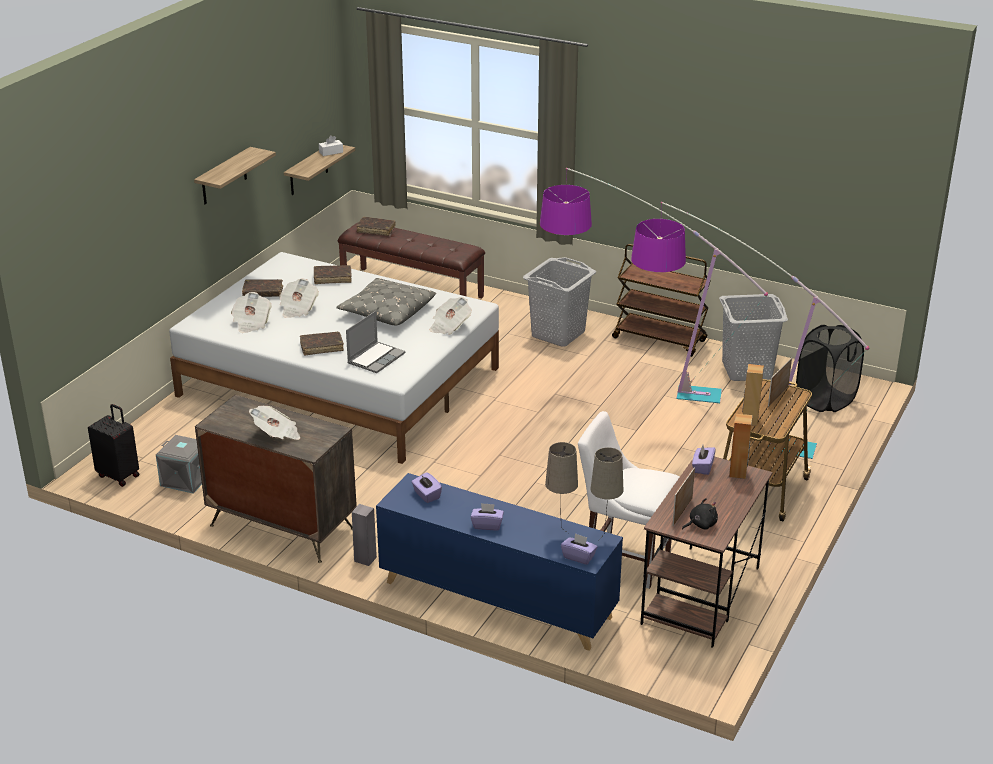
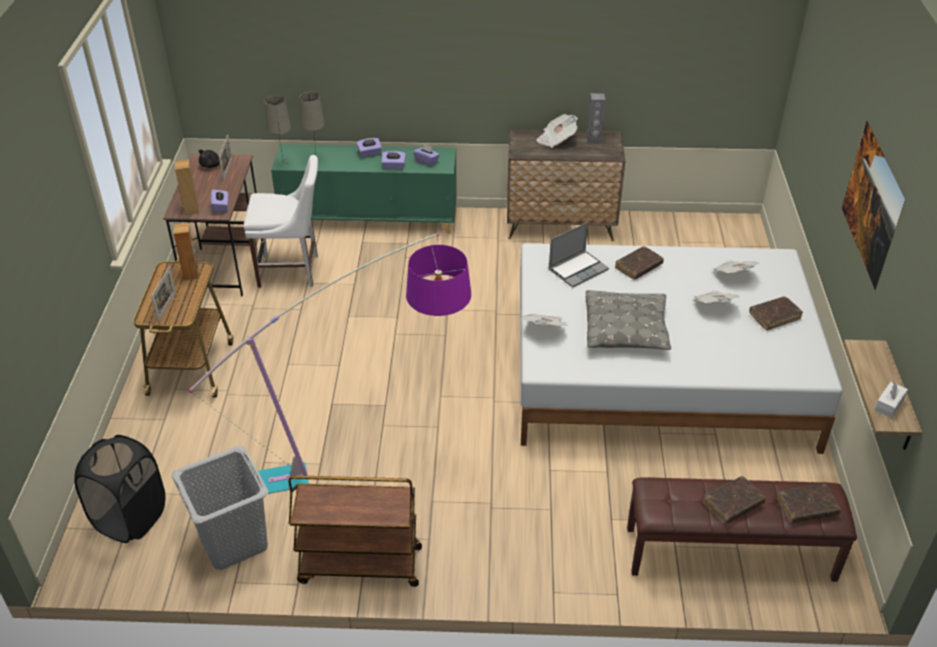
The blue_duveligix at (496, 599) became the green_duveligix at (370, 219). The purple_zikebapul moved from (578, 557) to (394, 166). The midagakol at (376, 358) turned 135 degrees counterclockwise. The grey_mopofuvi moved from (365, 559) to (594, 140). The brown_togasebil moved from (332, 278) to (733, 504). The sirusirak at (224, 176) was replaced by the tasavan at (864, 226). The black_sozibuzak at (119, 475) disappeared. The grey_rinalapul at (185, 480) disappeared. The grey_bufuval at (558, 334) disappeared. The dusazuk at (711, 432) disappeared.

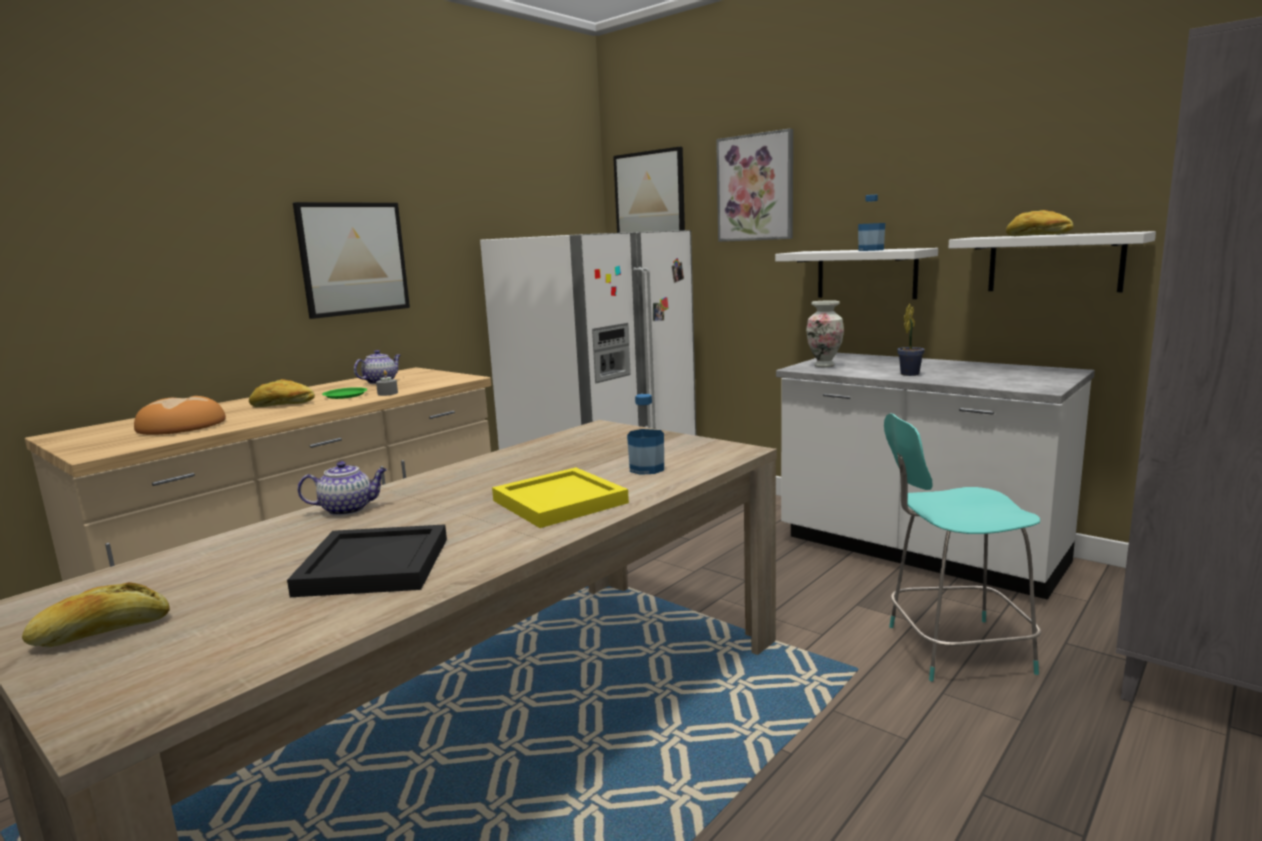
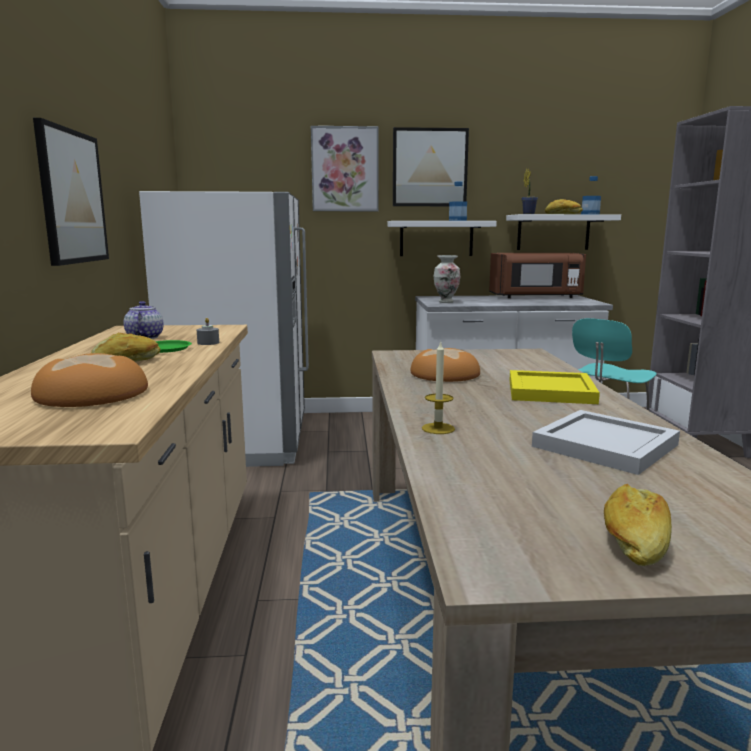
The tasavan moved from (649, 196) to (429, 167). The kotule at (445, 374) appeared. The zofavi at (348, 509) was replaced by the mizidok at (438, 428). The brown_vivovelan at (536, 297) appeared. The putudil moved from (910, 374) to (528, 214). The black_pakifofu at (373, 565) became the white_pakifofu at (602, 445). The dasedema moved from (647, 469) to (590, 214).

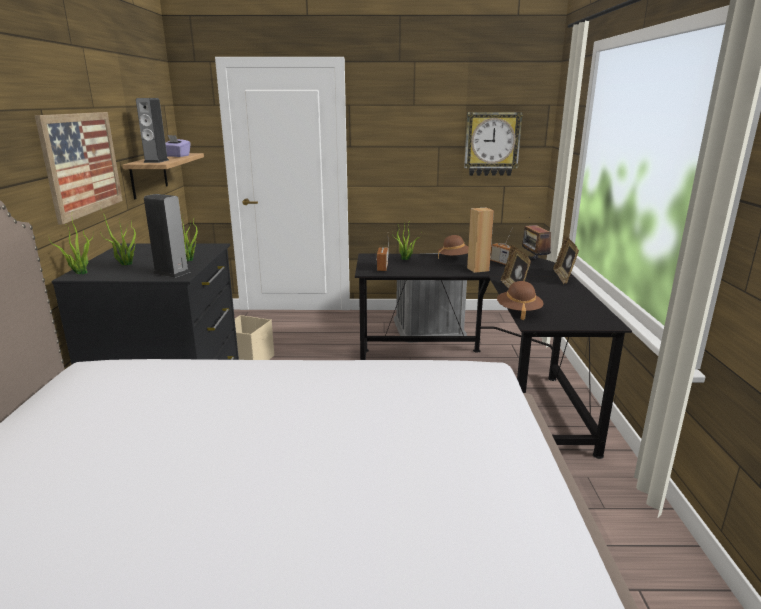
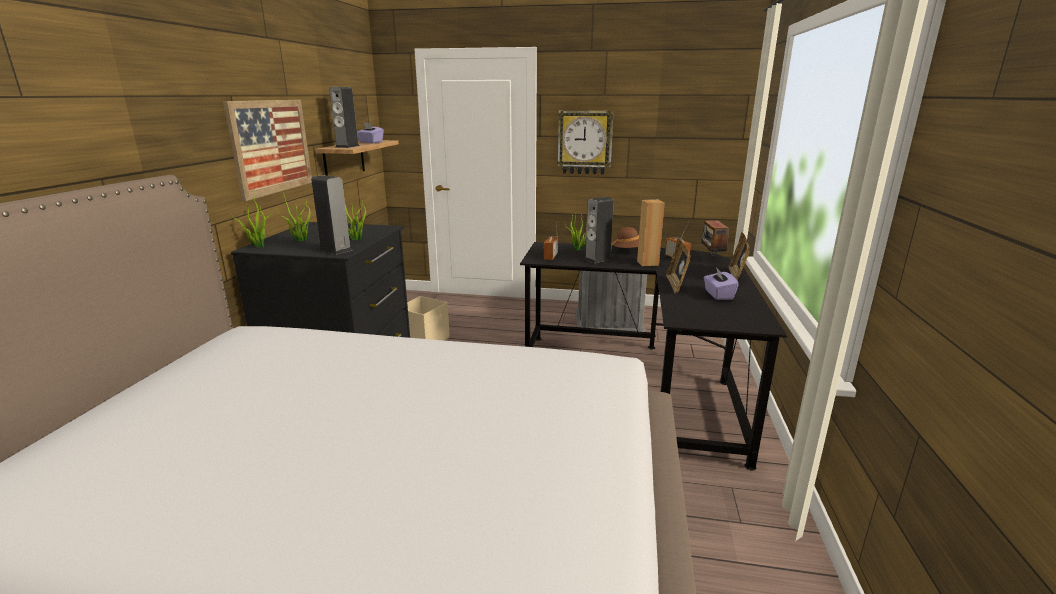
The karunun moved from (491, 144) to (585, 142). The mopofuvi at (597, 259) appeared. The purple_zikebapul at (718, 295) appeared. The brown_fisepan at (518, 311) disappeared.

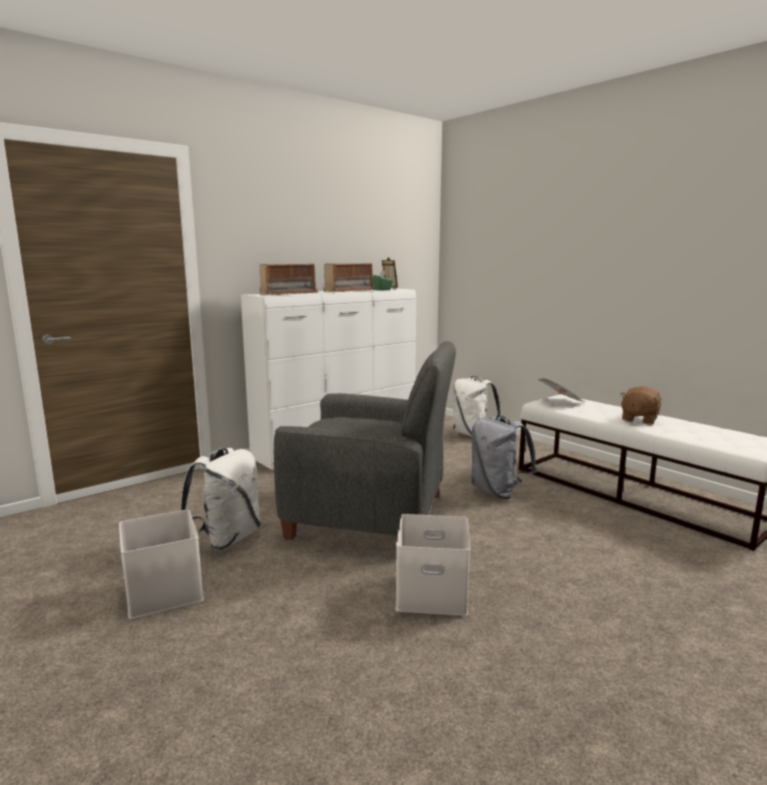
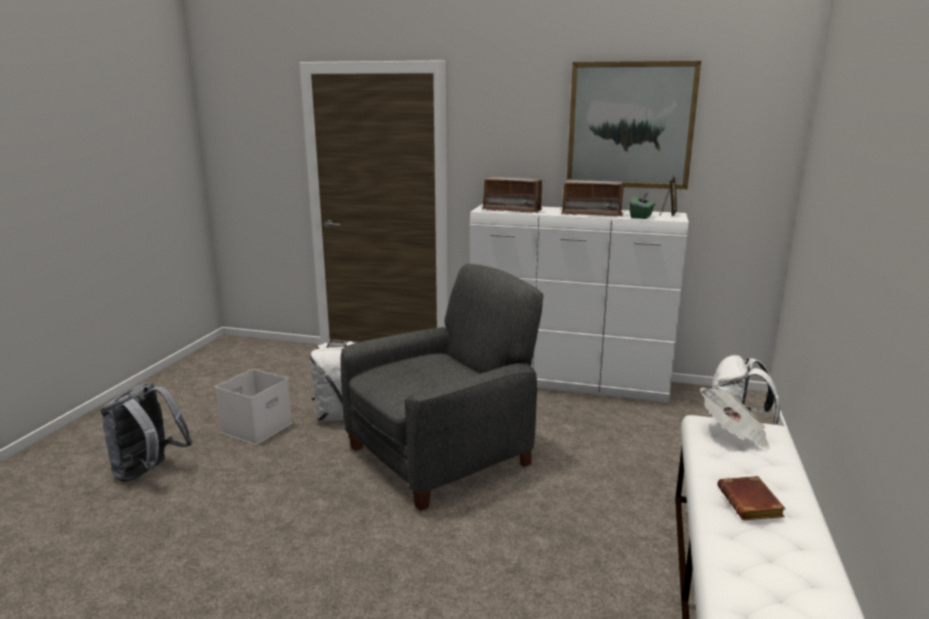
The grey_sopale moved from (498, 492) to (149, 472). The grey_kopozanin at (370, 516) turned 105 degrees counterclockwise. The tasavan at (630, 125) appeared. The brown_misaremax at (639, 419) was replaced by the brown_togasebil at (752, 504). The white_rinalapul at (433, 592) disappeared.

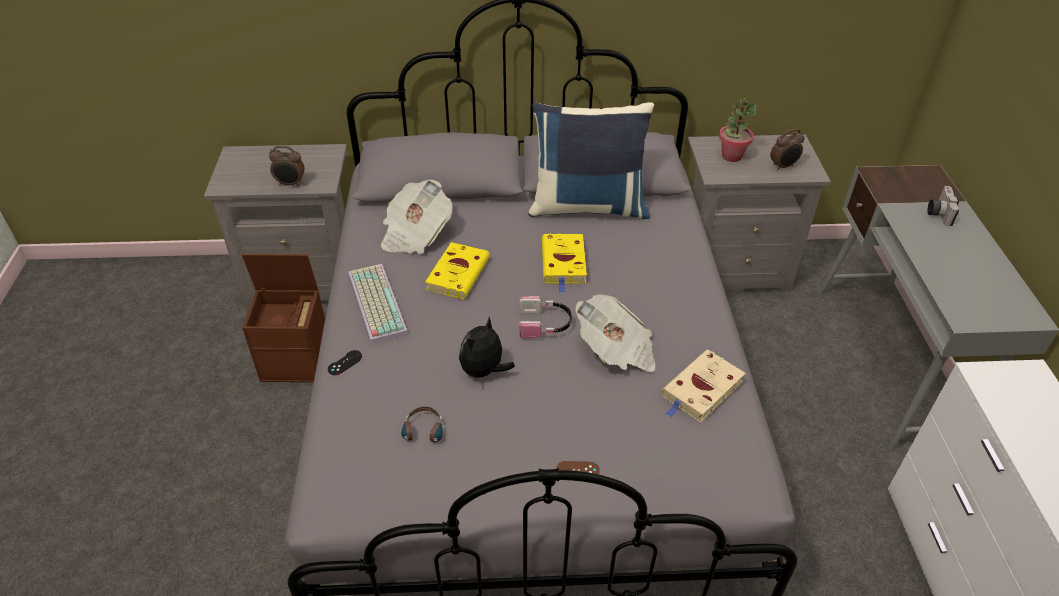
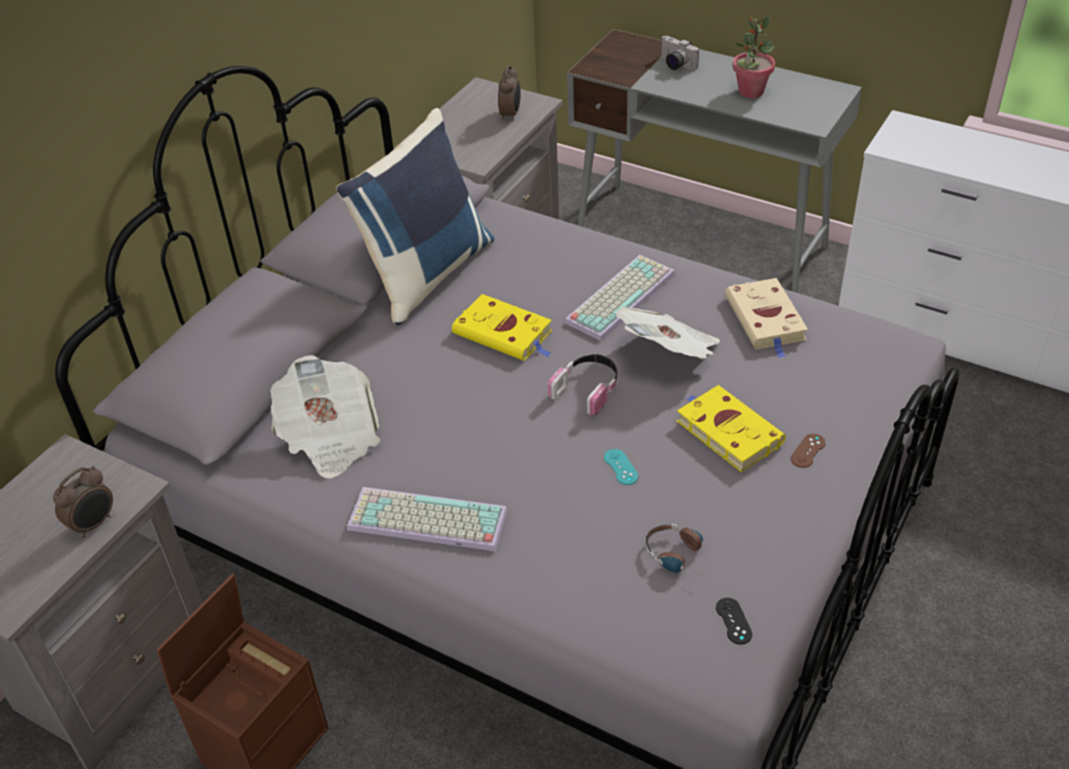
The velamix at (619, 296) appeared. The misaremax at (484, 371) was replaced by the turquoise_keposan at (620, 467). The yellow_togasebil moved from (458, 273) to (726, 431). The black_keposan moved from (345, 363) to (733, 621). The putudil moved from (731, 156) to (750, 91).

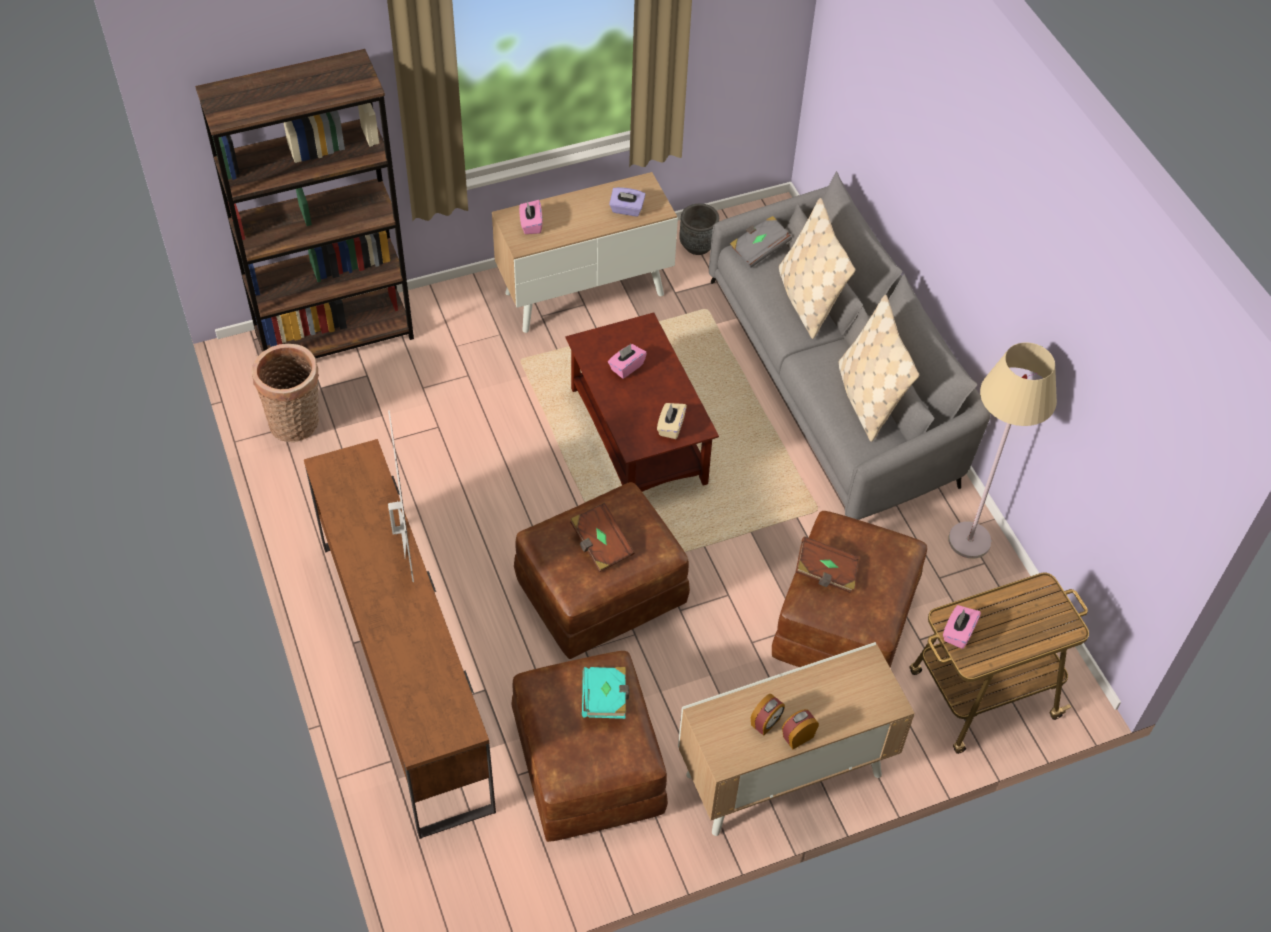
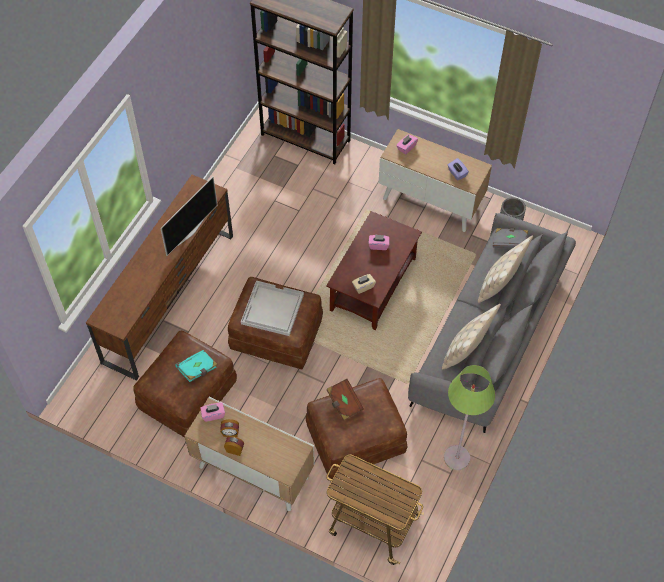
The pink_zikebapul moved from (958, 633) to (213, 414). The brown_togasebil at (600, 545) was replaced by the white_pakifofu at (272, 309). The beige_dusazuk at (969, 541) became the green_dusazuk at (457, 458). The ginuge at (297, 424) disappeared.

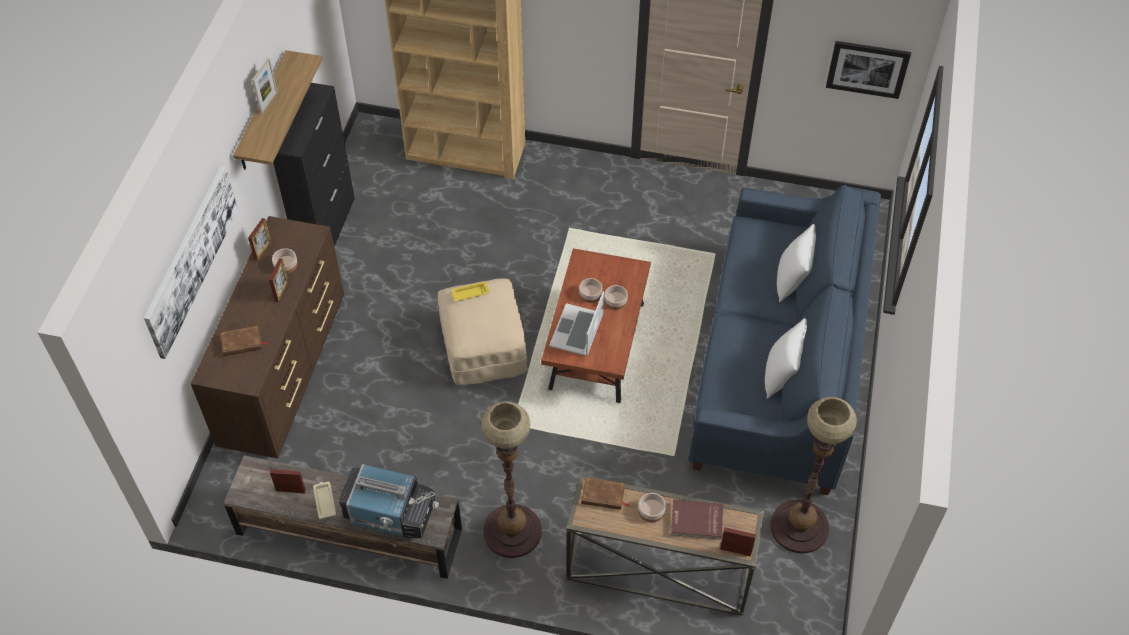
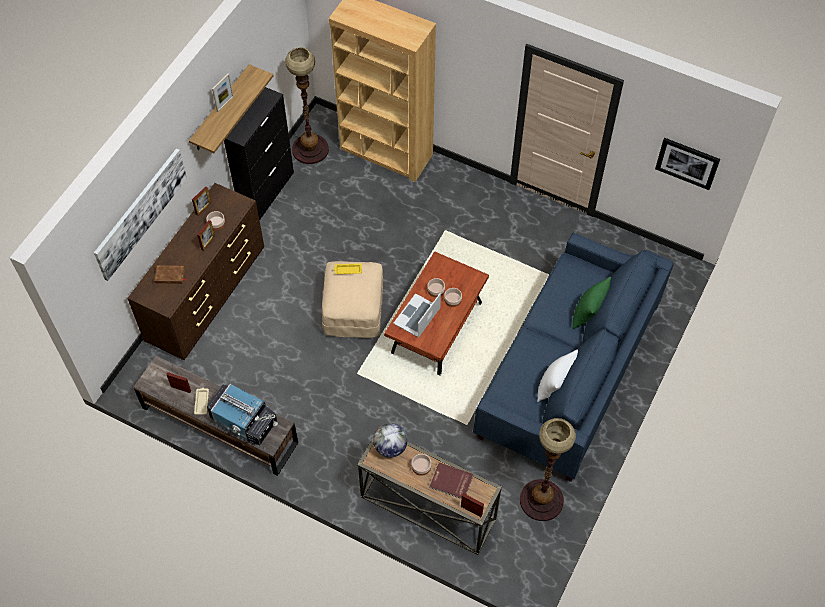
The dusazuk moved from (512, 531) to (310, 149). The brown_togasebil at (603, 496) was replaced by the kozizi at (390, 447). The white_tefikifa at (792, 280) became the green_tefikifa at (588, 314).

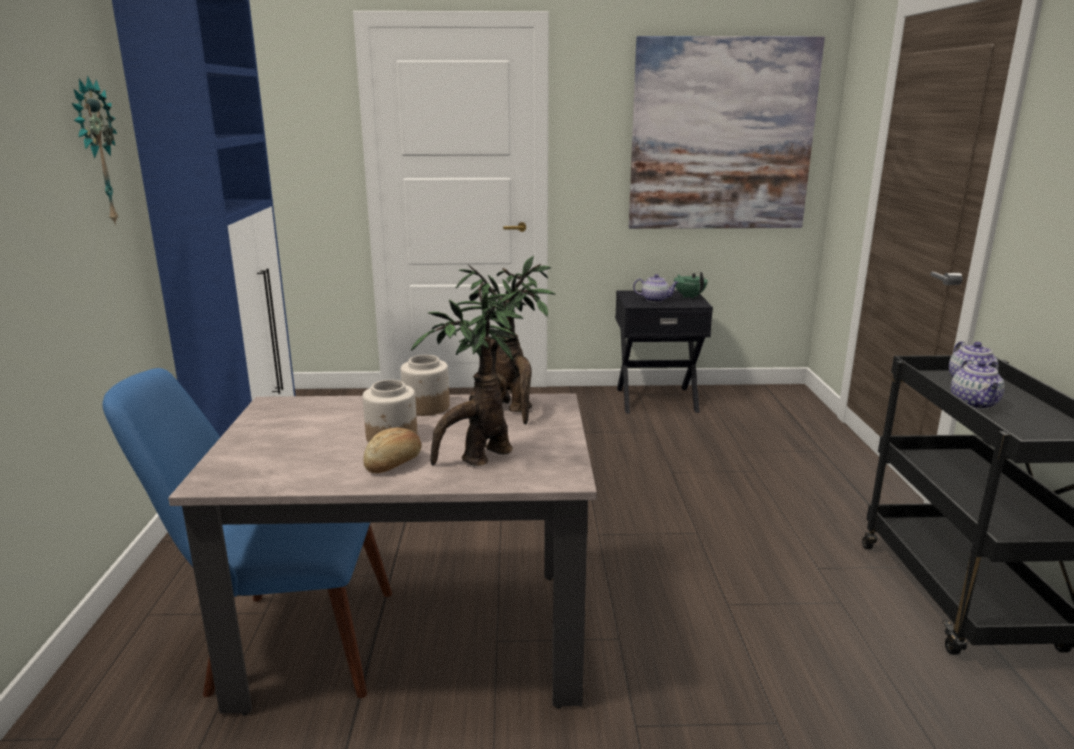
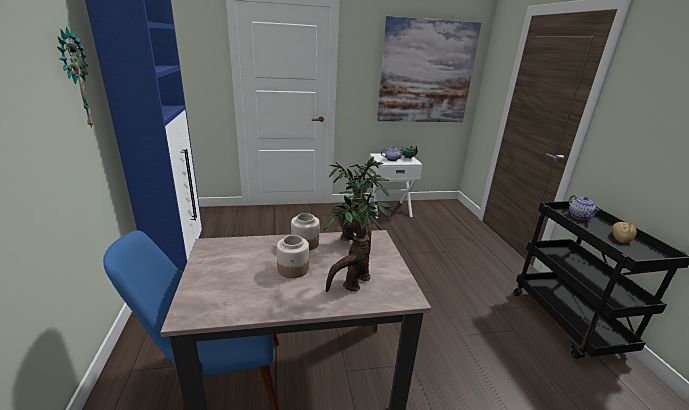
The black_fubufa at (656, 399) became the white_fubufa at (389, 209). The kotule moved from (395, 463) to (620, 237). The zofavi at (974, 404) disappeared.

